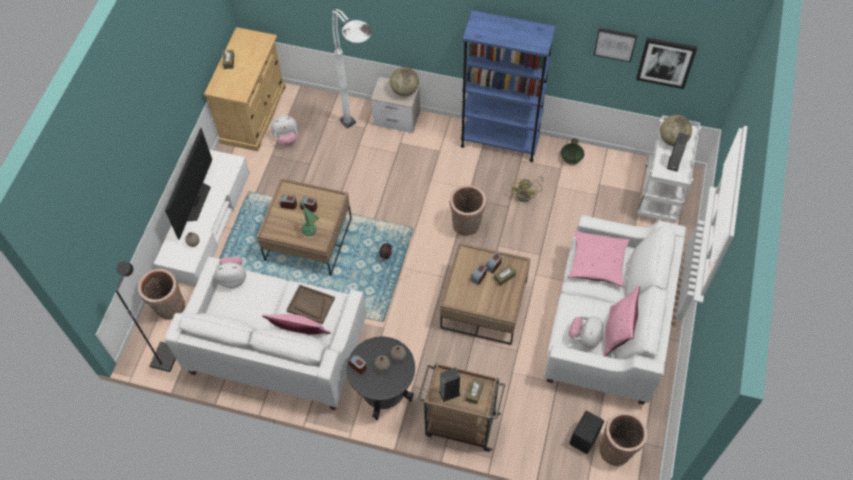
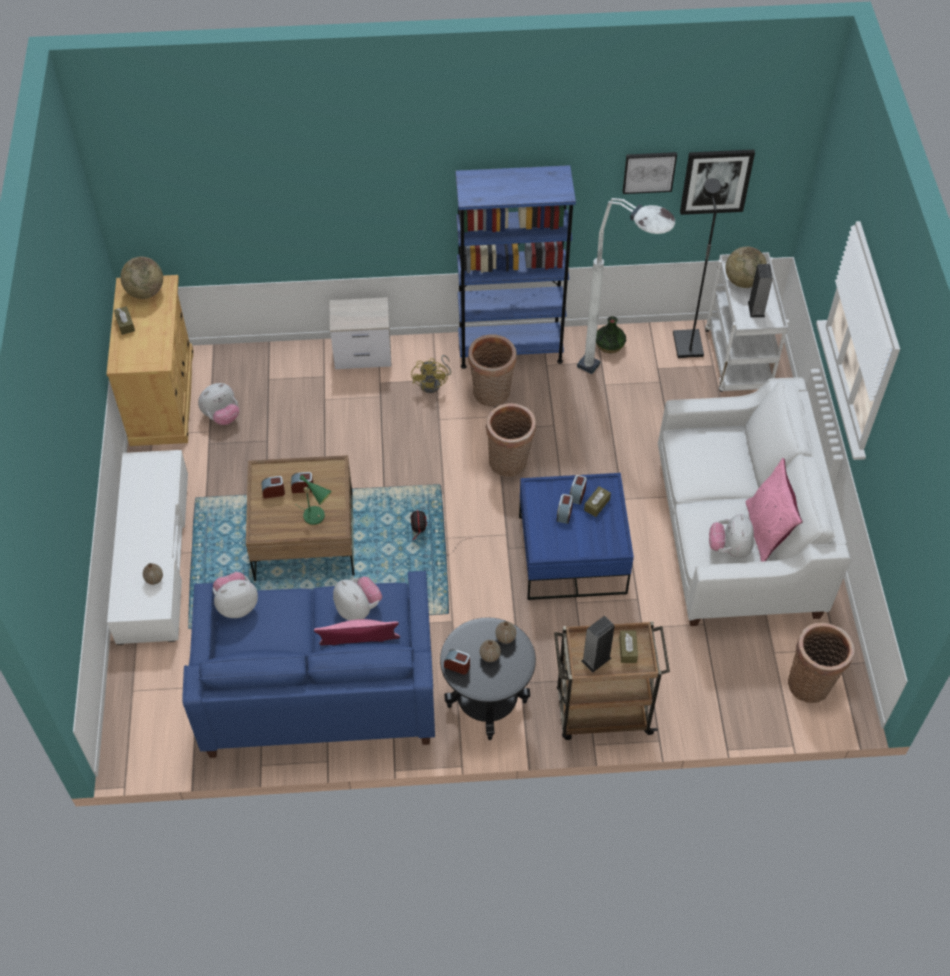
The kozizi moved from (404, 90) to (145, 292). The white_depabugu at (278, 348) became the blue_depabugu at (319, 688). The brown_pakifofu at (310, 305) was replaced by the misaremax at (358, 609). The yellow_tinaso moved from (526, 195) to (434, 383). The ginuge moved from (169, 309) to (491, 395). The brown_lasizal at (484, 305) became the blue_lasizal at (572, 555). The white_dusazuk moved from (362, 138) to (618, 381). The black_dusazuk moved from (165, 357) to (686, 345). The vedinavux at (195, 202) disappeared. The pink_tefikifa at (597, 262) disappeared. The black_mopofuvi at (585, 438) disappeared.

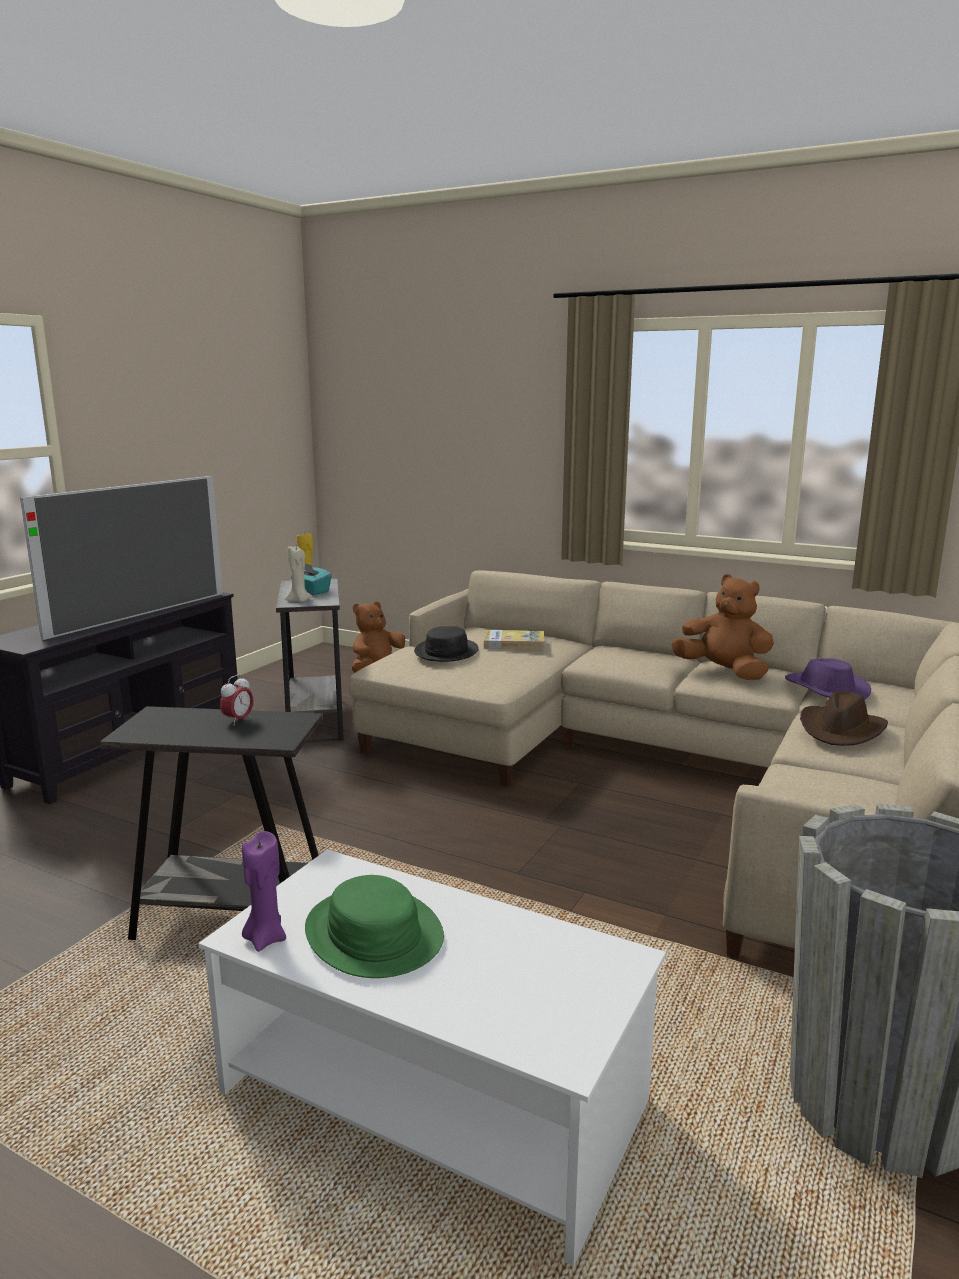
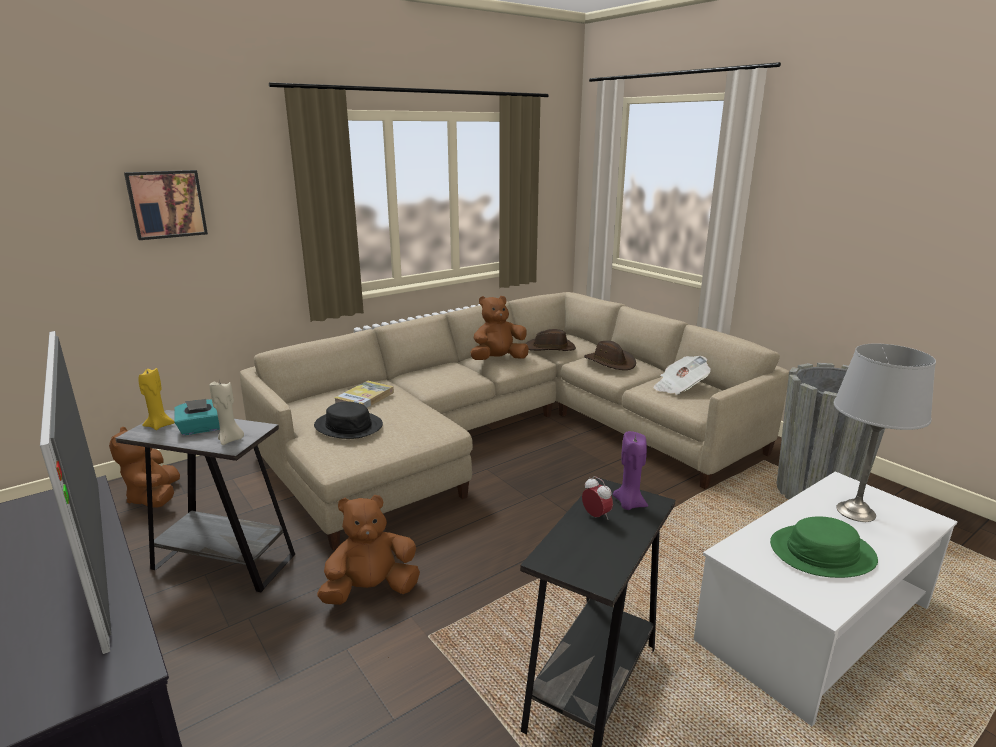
The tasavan at (166, 204) appeared. The brown_misaremax at (371, 590) appeared. The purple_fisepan at (825, 689) became the brown_fisepan at (550, 348). The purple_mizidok moved from (265, 938) to (629, 504). The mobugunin at (679, 388) appeared. The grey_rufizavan at (856, 512) appeared.

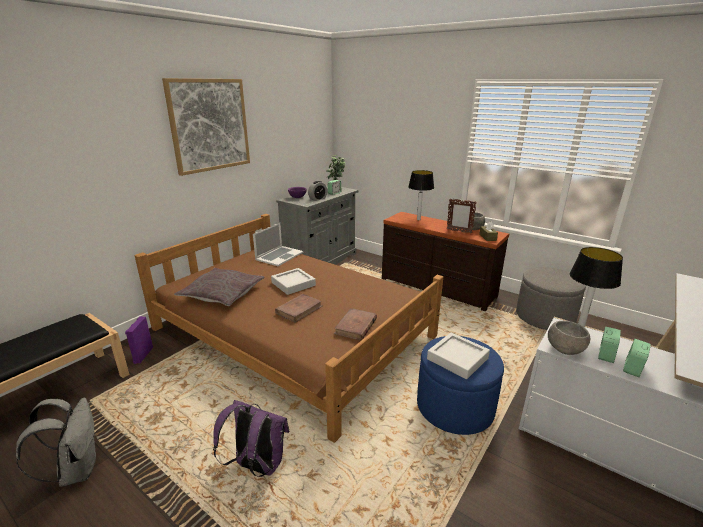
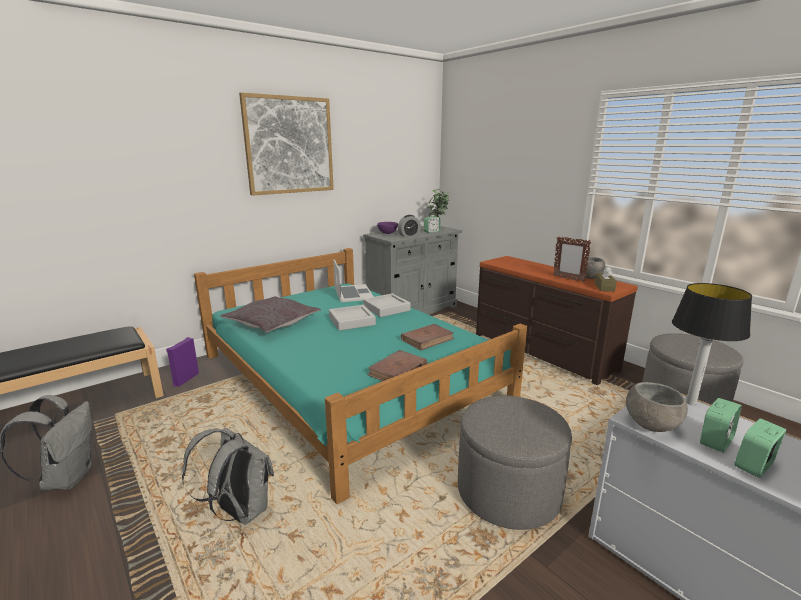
The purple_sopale at (257, 465) became the grey_sopale at (239, 511). The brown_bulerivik at (294, 332) became the turquoise_bulerivik at (348, 378). The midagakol at (279, 256) turned 60 degrees counterclockwise. The grey_pakifofu moved from (457, 359) to (386, 308). The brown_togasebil moved from (299, 310) to (427, 339). The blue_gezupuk at (454, 407) became the grey_gezupuk at (508, 492). The rufizavan at (418, 219) disappeared.

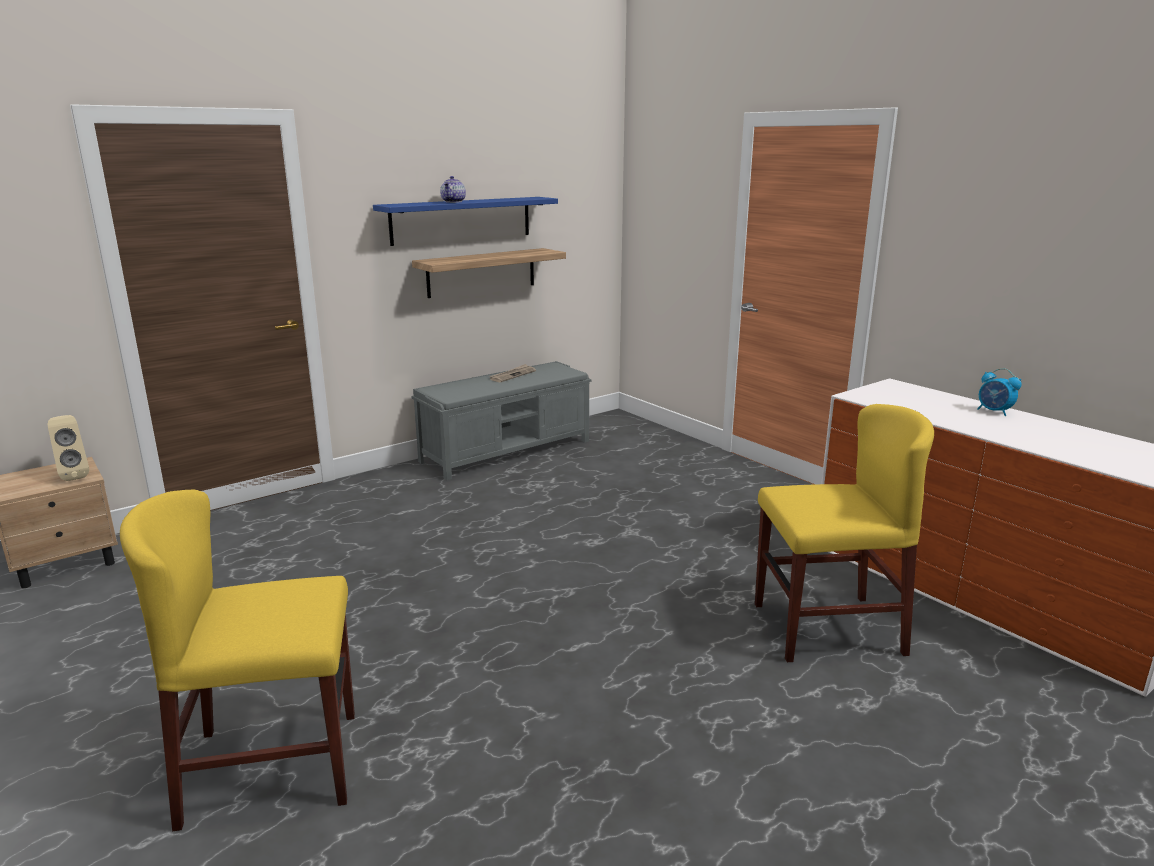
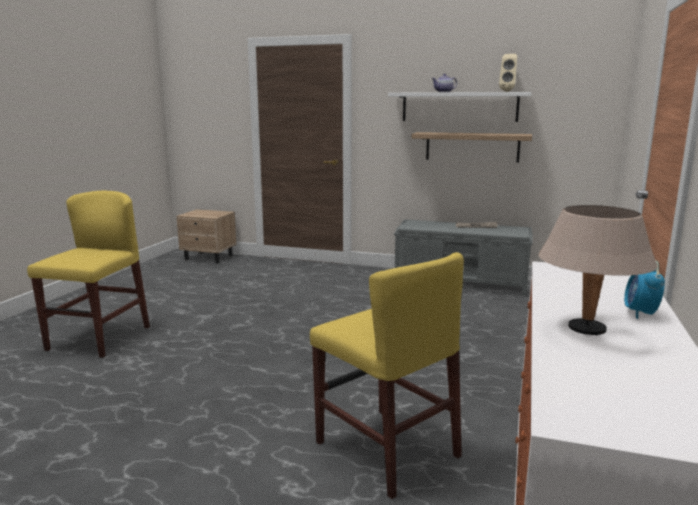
The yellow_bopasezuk at (272, 767) turned 60 degrees clockwise. The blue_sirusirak at (462, 220) became the white_sirusirak at (459, 107). The beige_mopofuvi moved from (74, 476) to (507, 92). The beige_rufizavan at (587, 329) appeared.

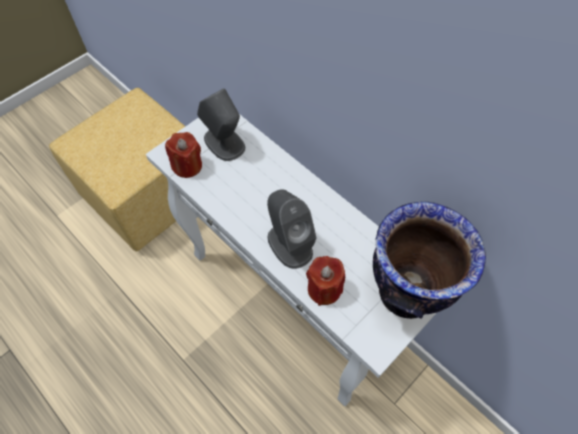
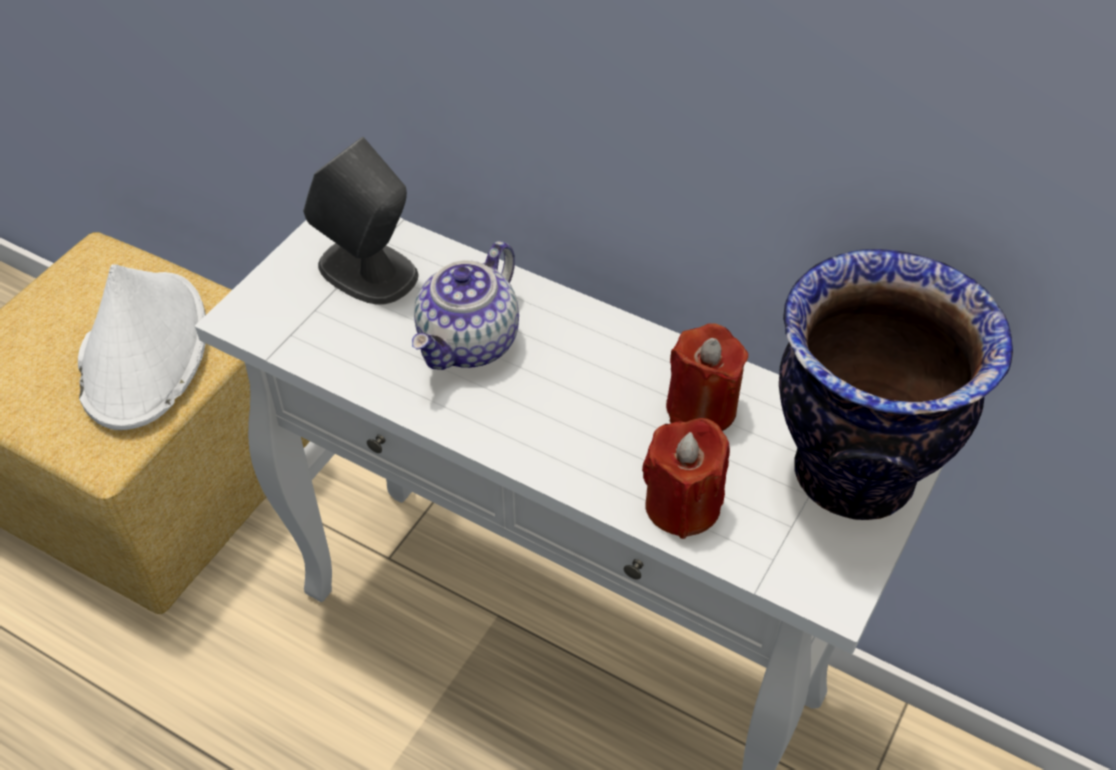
The white_fisepan at (144, 351) appeared. The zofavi at (469, 344) appeared. The red_mizidok moved from (187, 166) to (701, 408). The grey_mopofuvi at (289, 244) disappeared.

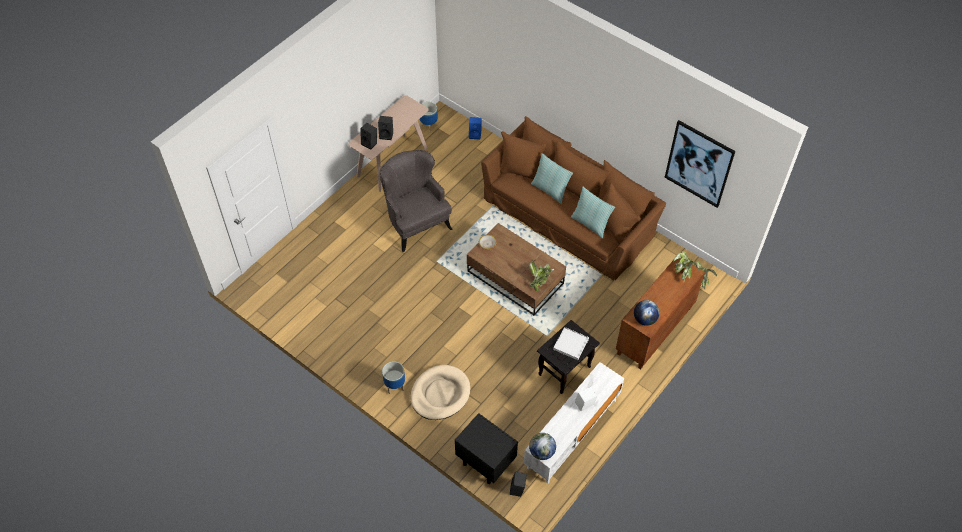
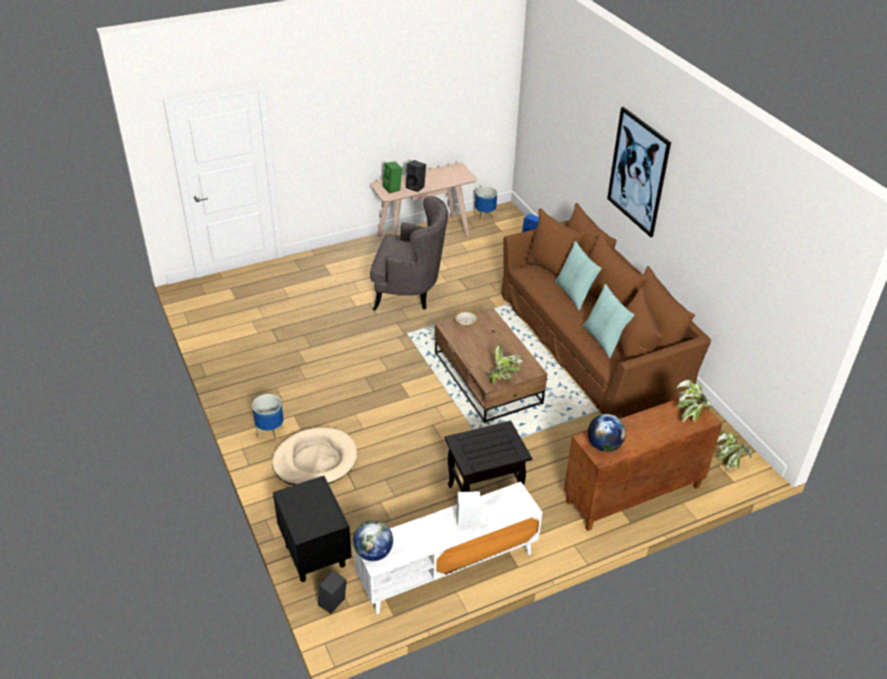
The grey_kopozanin at (416, 223) turned 105 degrees clockwise. The black_mopofuvi at (370, 143) became the green_mopofuvi at (393, 188). The tasavan moved from (699, 164) to (638, 172). The white_pakifofu at (570, 344) disappeared.

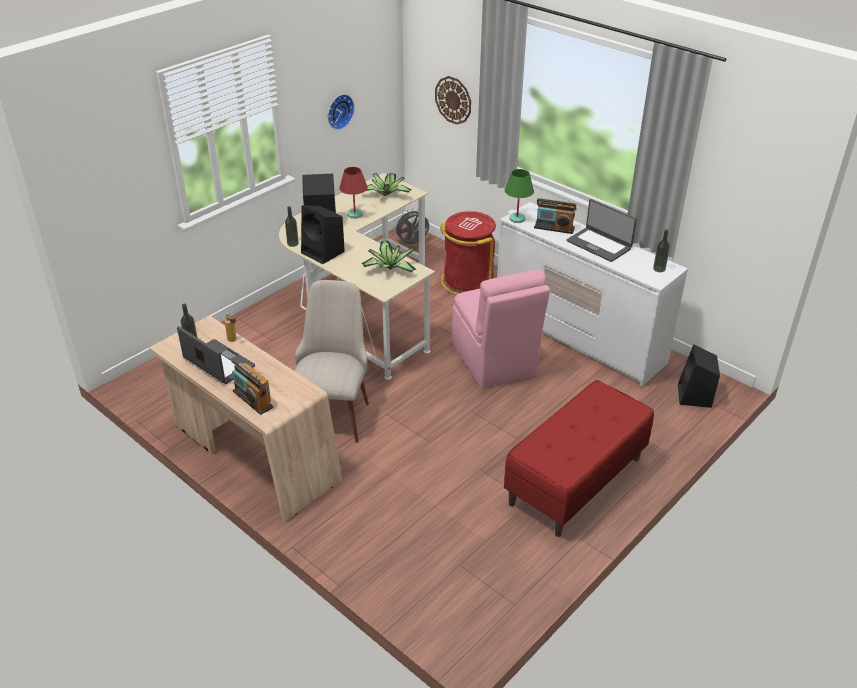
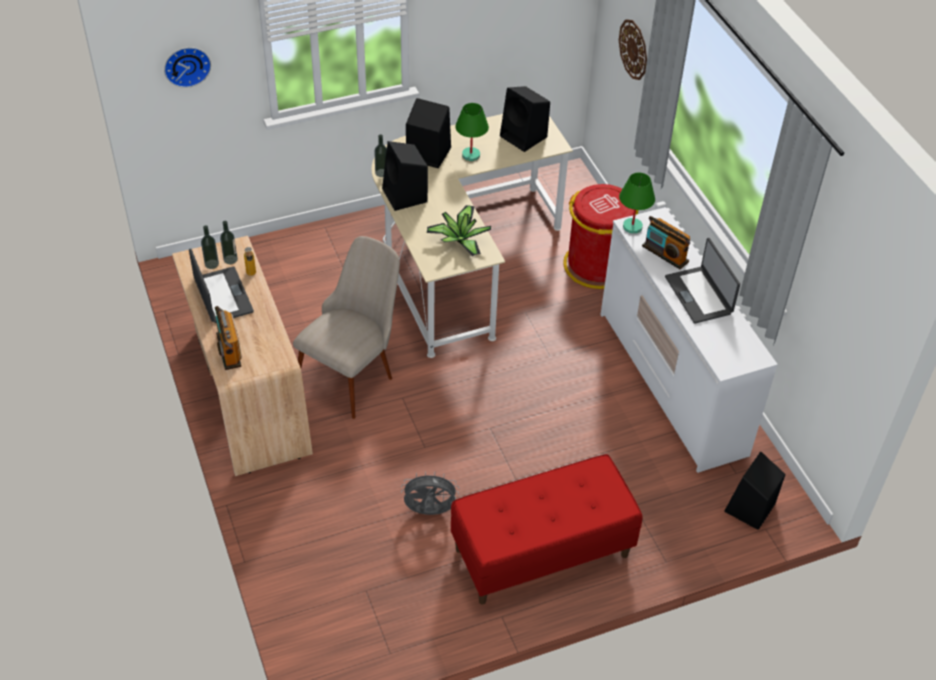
The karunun moved from (339, 111) to (186, 65). The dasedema moved from (659, 269) to (230, 259). The grey_tinaso moved from (412, 243) to (429, 512). The red_rufizavan at (355, 214) became the green_rufizavan at (471, 155). The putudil at (386, 194) was replaced by the black_mopofuvi at (524, 137). The pink_bopasezuk at (494, 361) disappeared.

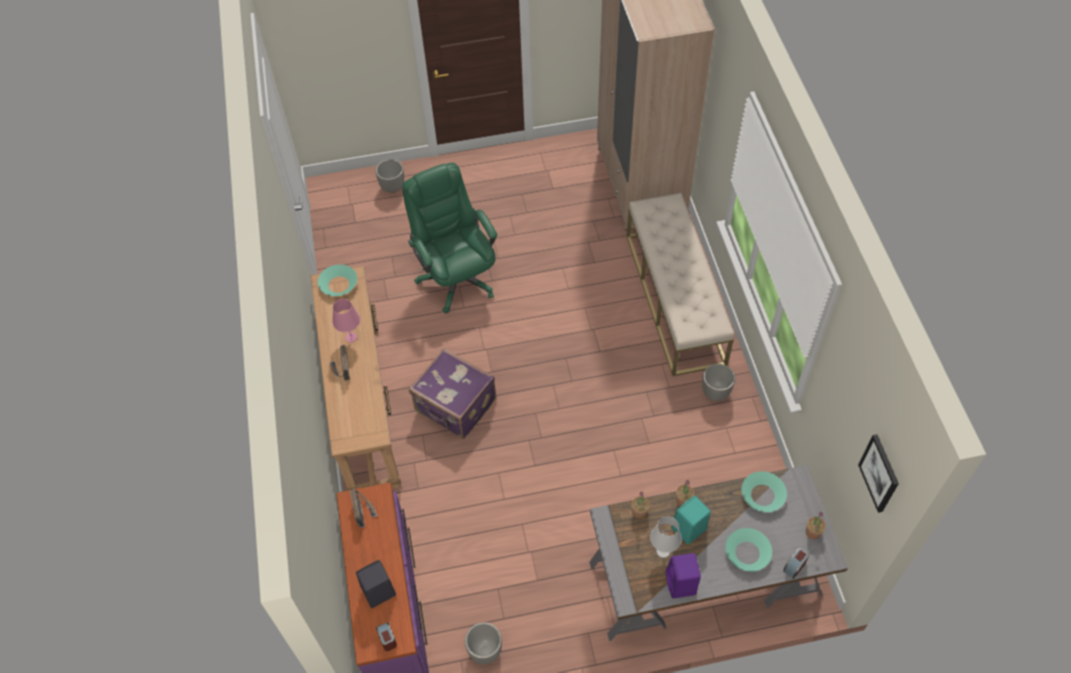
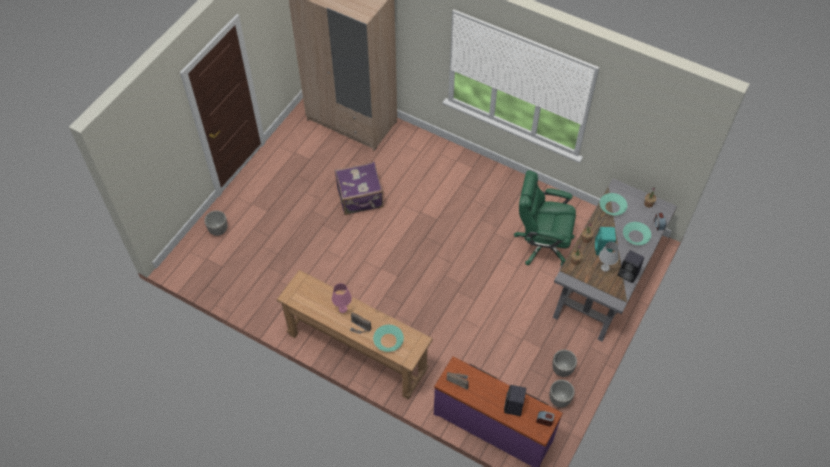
The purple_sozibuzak moved from (455, 407) to (360, 198). The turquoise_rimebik moved from (338, 284) to (388, 340). The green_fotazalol moved from (456, 277) to (541, 243). The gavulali moved from (715, 392) to (561, 370). The purple_mopofuvi at (681, 585) became the black_mopofuvi at (629, 274). The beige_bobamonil at (675, 298) disappeared. The tasavan at (879, 473) disappeared.

